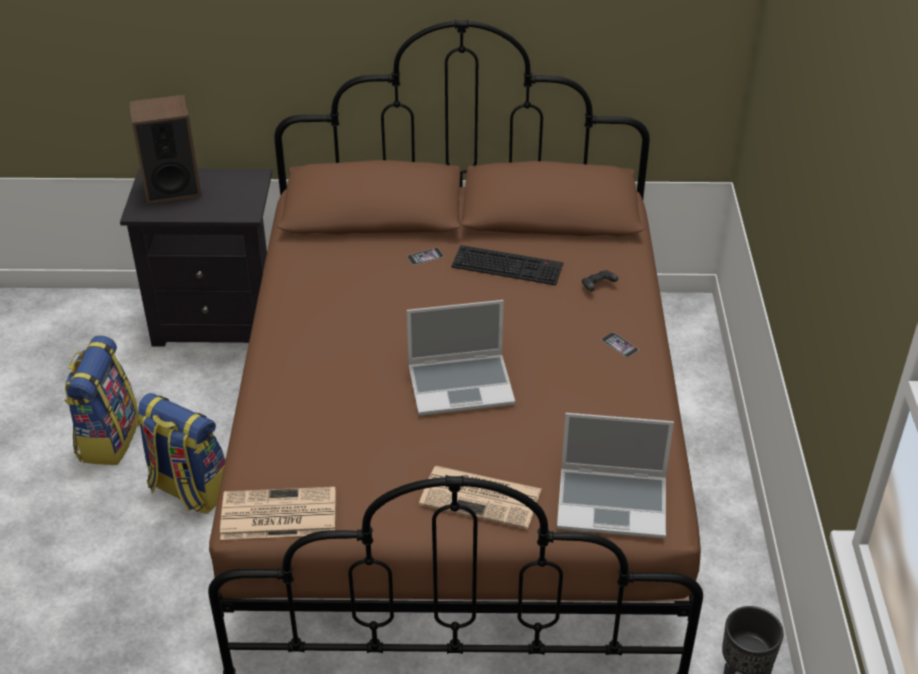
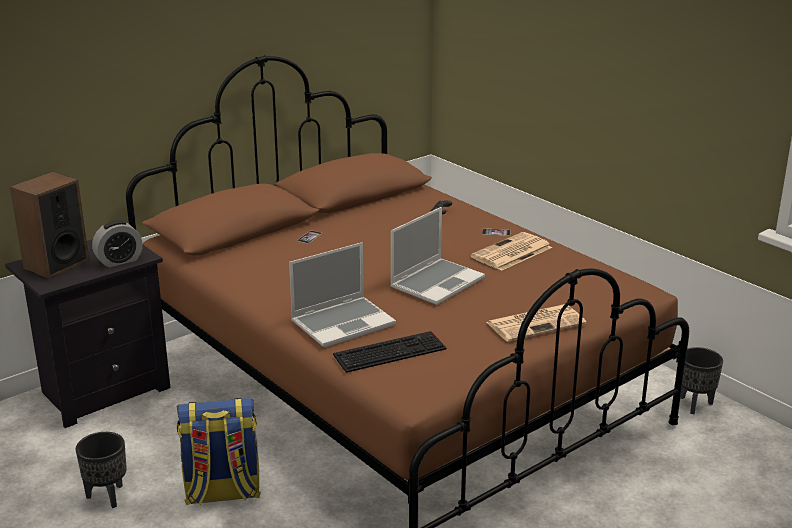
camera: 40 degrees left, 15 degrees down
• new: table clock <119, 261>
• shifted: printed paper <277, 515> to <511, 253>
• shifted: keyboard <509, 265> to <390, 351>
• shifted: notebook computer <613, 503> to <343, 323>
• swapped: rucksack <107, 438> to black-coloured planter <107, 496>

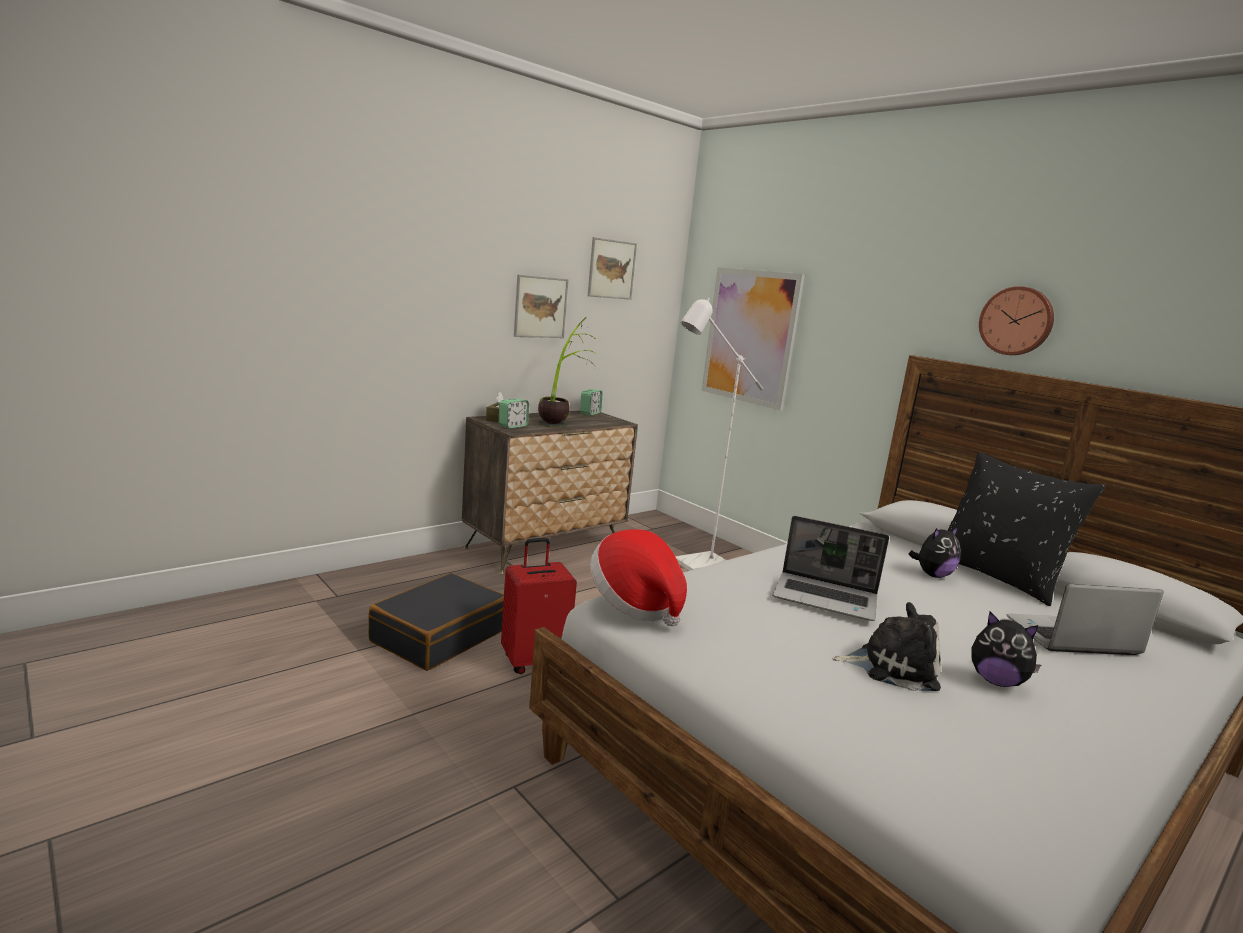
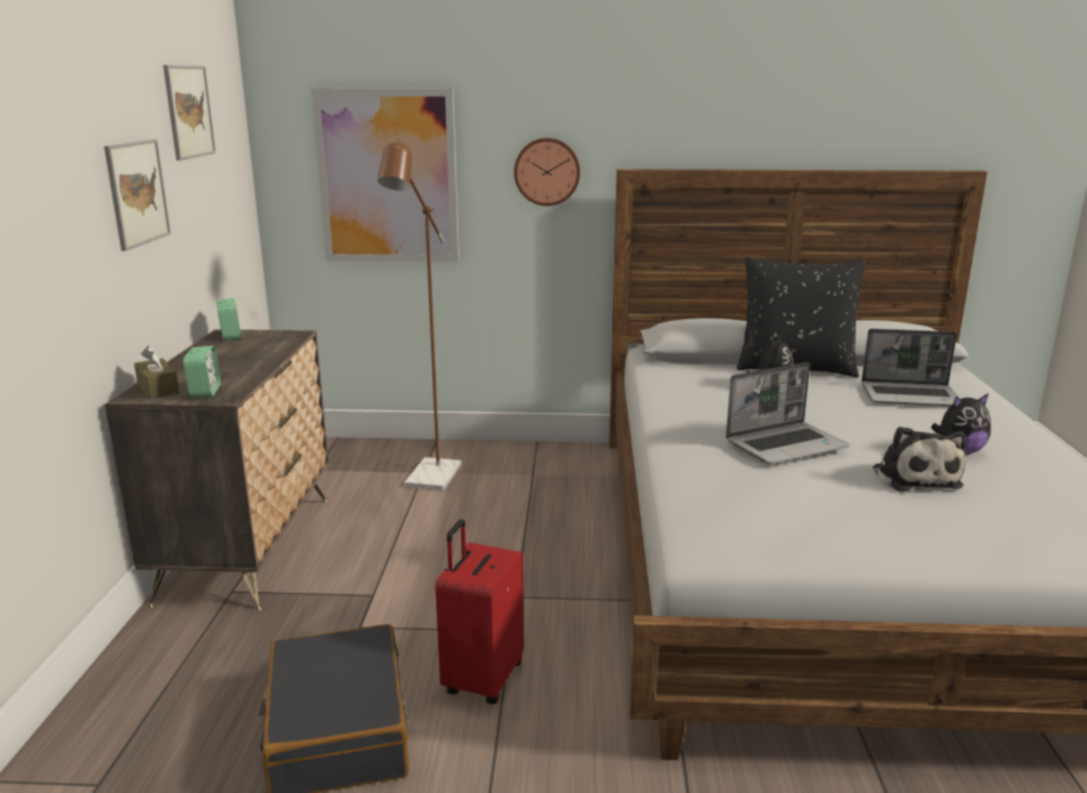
camera: 45 degrees left, 5 degrees up
• gone: houseplant <562, 421>
• gone: wearable hat <635, 603>
• shifted: hanging clock <1016, 321> to <547, 171>
• repainted: whitish standing lamp <693, 564> to brownish standing lamp <429, 481>
• rotated: plush toy <892, 667> = <914, 477> 120 degrees clockwise
• rotated: notebook computer <1071, 638> = <911, 396> 120 degrees counterclockwise

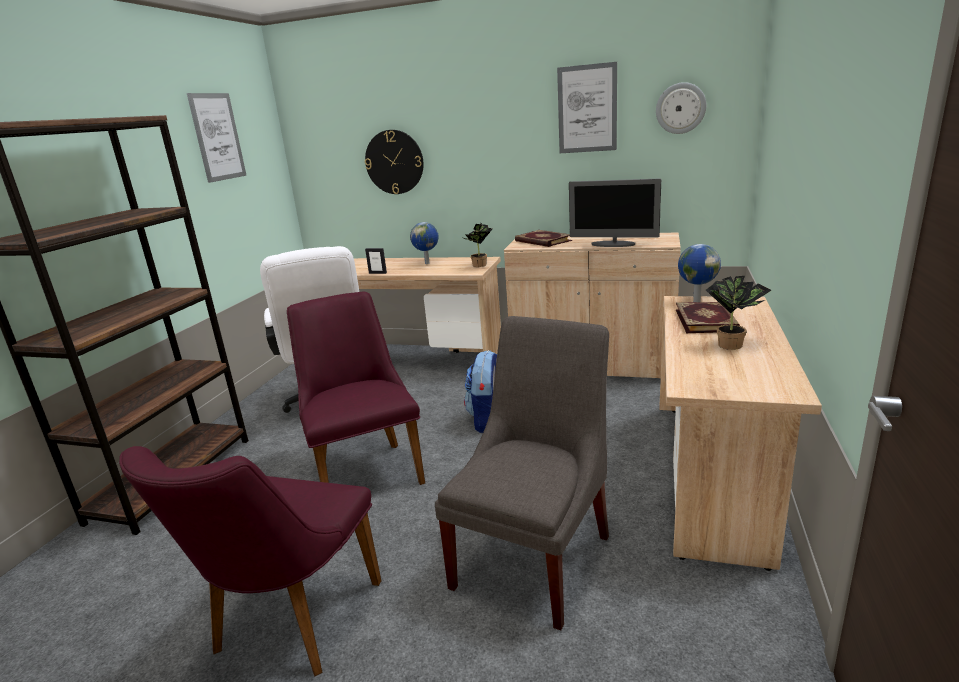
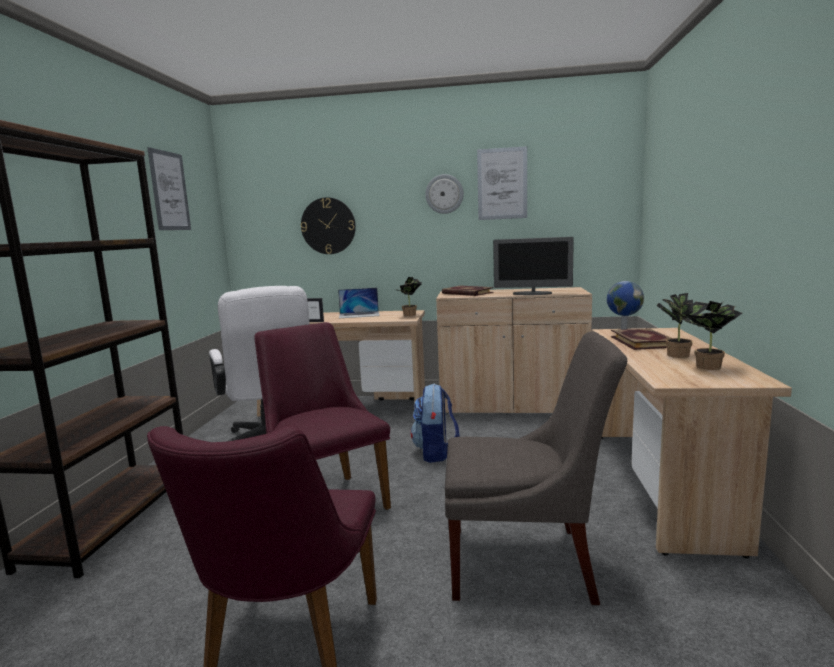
camera: 10 degrees left, 10 degrees down
• new: houseplant <708, 368>
• shifted: hanging clock <680, 108> to <444, 194>
• swapped: globe <427, 263> to notebook computer <359, 315>
• rotated: gray upright chair <536, 556> = <527, 563> 75 degrees clockwise

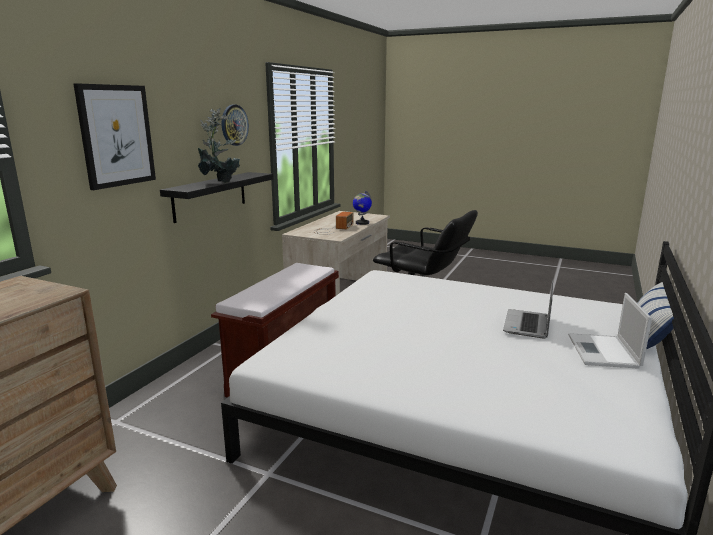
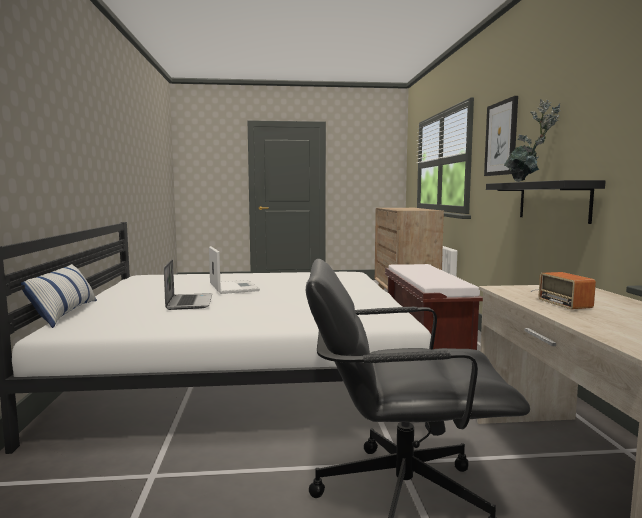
camera: 150 degrees right, 10 degrees down
• gone: hanging clock <234, 125>
• gone: globe <362, 223>
• shifted: notebook computer <603, 352> to <233, 287>

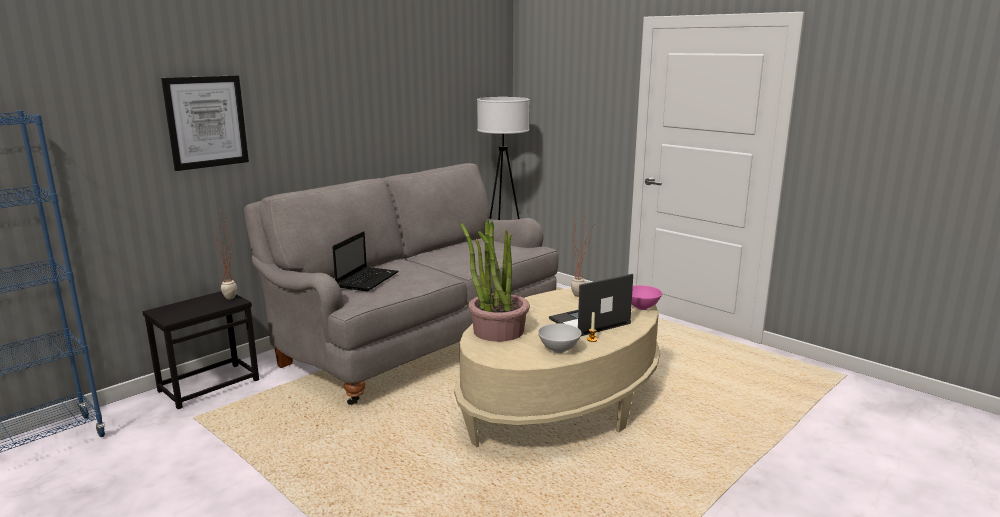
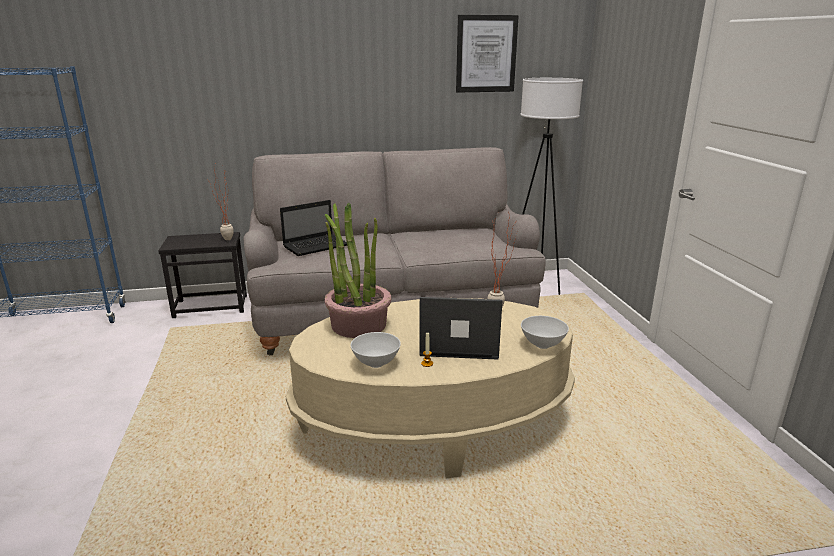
camera: 35 degrees right, 5 degrees up
• shifted: wall picture <206, 122> to <486, 54>
• repainted: pink bowl <641, 307> to whitish bowl <542, 345>

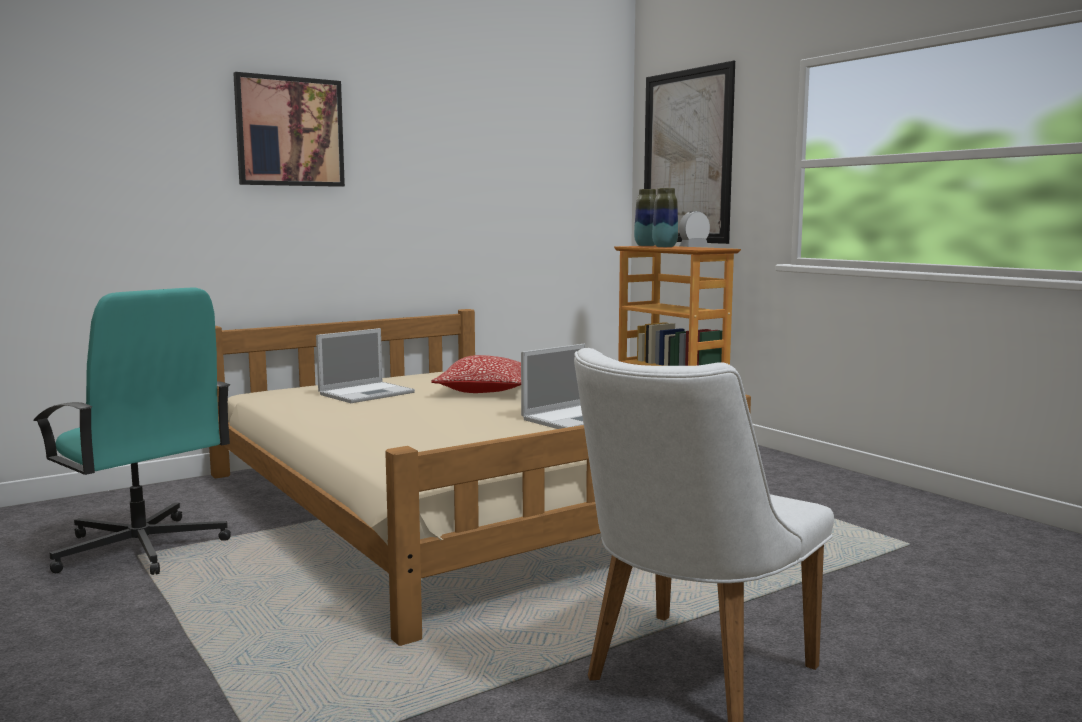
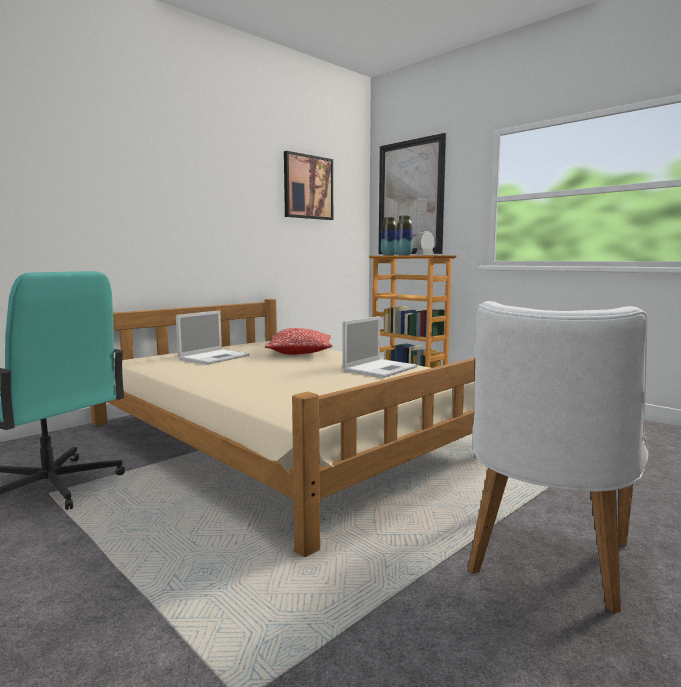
camera: 10 degrees left, 0 degrees up
• shifted: wall picture <289, 132> to <308, 187>

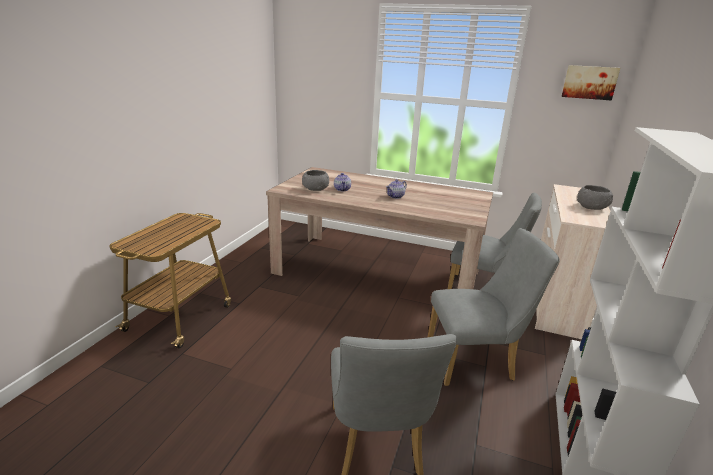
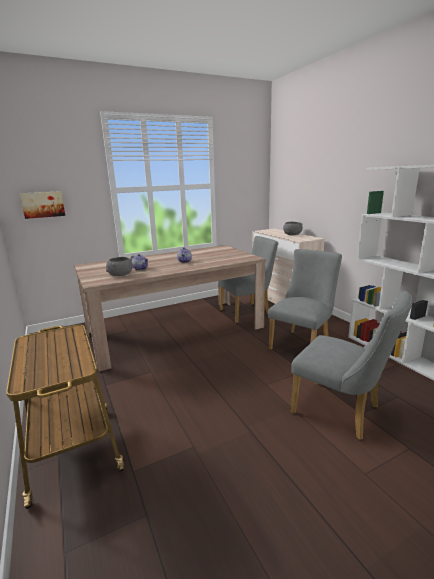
camera: 45 degrees left, 5 degrees down
• shifted: wall picture <589, 82> to <43, 204>

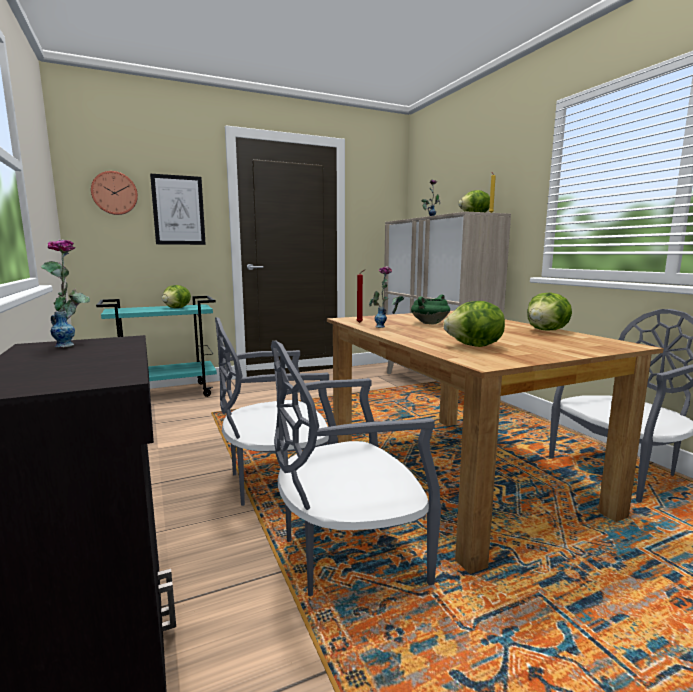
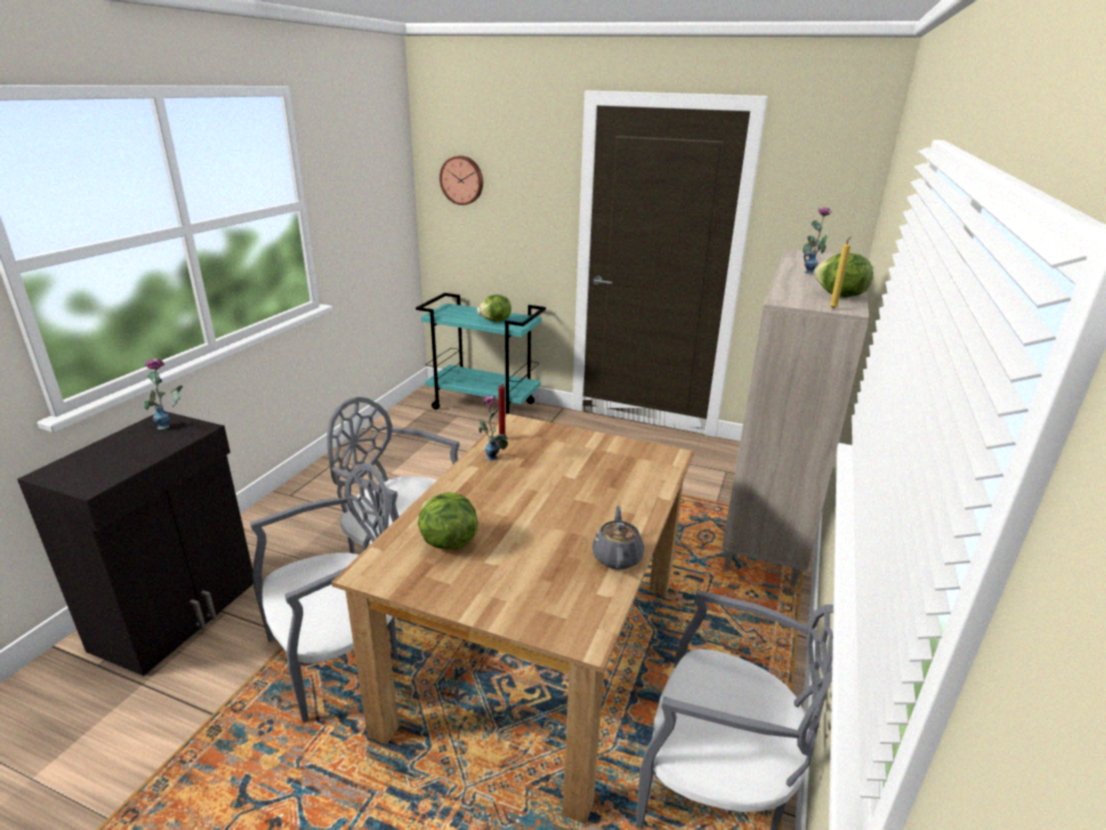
camera: 45 degrees right, 15 degrees up
• gone: wall picture <178, 210>
• gone: green-coloured cooking pot <430, 323>
• swapped: lettuce head <547, 330> to gray teapot <617, 556>
• rotated: gray upright chair <348, 554> = <338, 656> 120 degrees clockwise

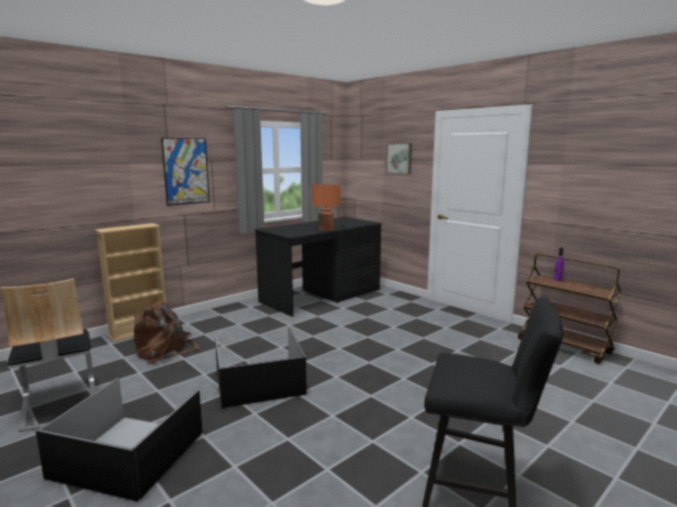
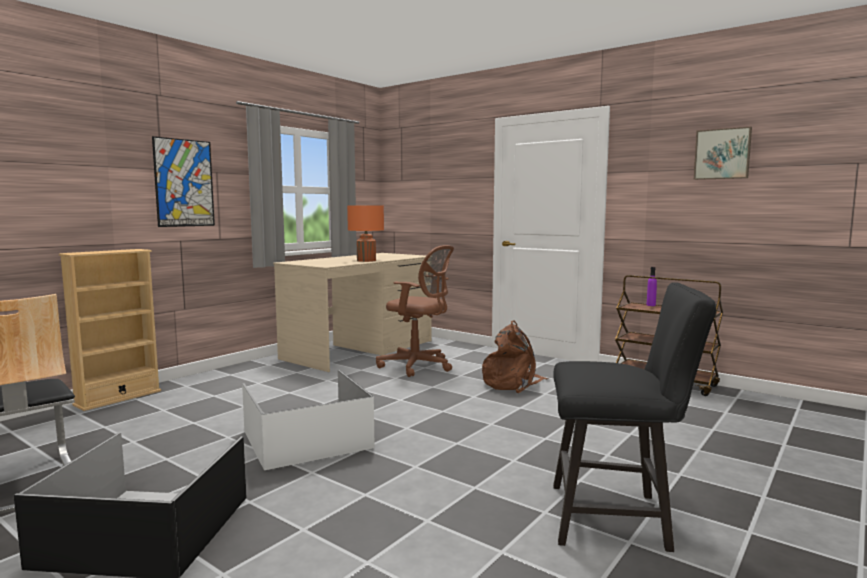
camera: 10 degrees left, 5 degrees down
• new: brownish computer chair <418, 366>
• shifted: brownish rucksack <165, 351> to <513, 383>
• shifted: wall picture <399, 158> to <722, 154>
• repainted: black-coloured storage container <260, 381> to whitish storage container <308, 439>
• repainted: black-coloured desk <322, 295> to sand-coloured desk <360, 349>

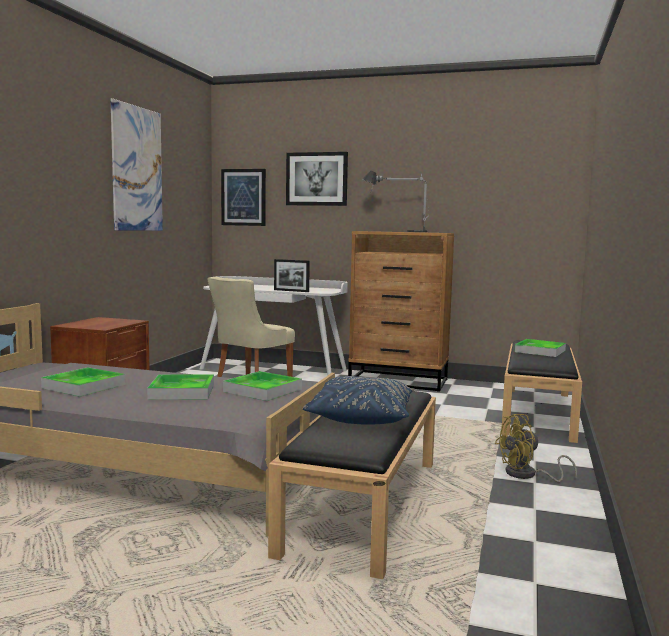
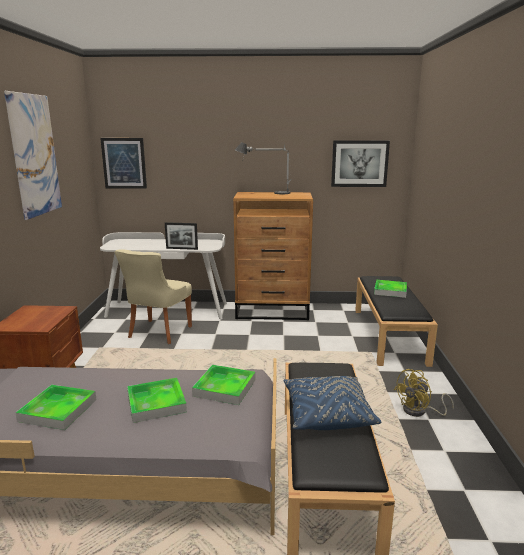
camera: 15 degrees left, 10 degrees up
• shifted: wall picture <316, 179> to <359, 163>

